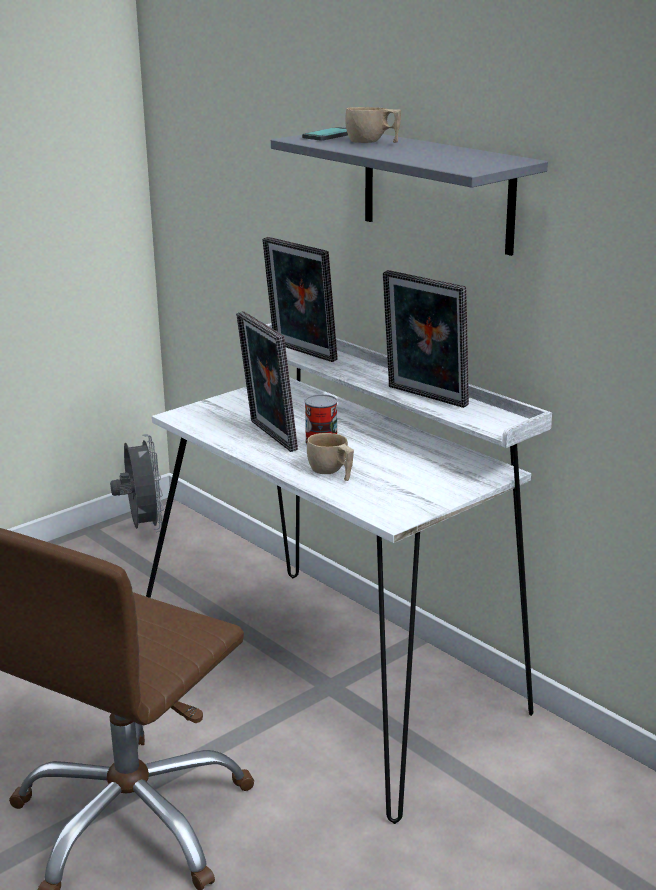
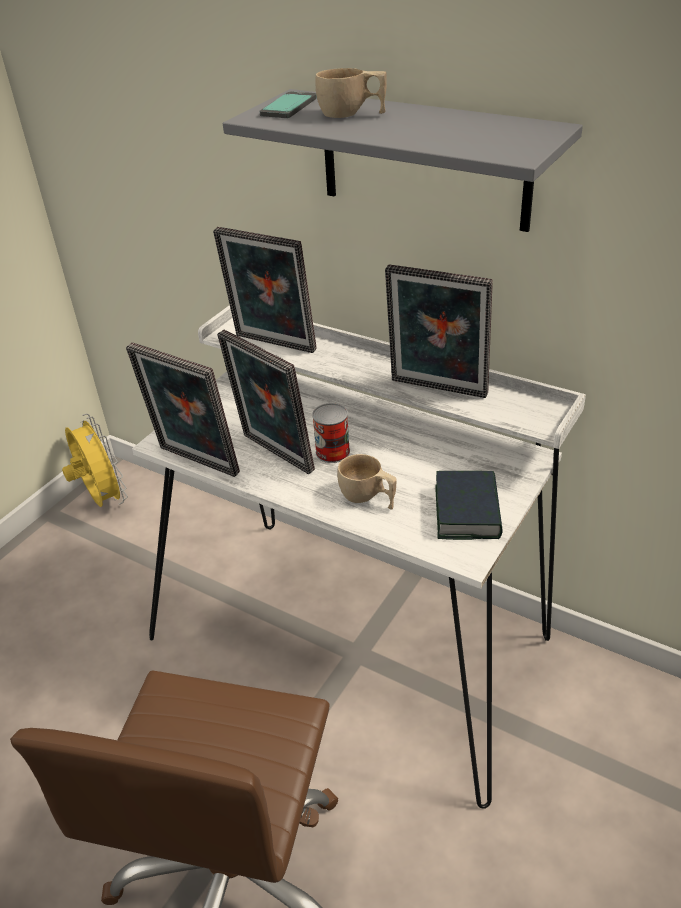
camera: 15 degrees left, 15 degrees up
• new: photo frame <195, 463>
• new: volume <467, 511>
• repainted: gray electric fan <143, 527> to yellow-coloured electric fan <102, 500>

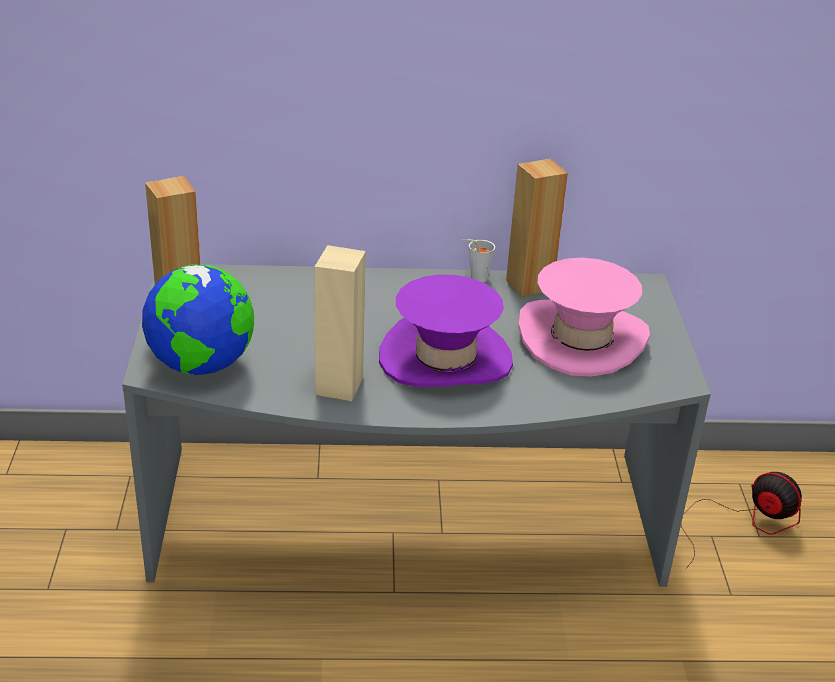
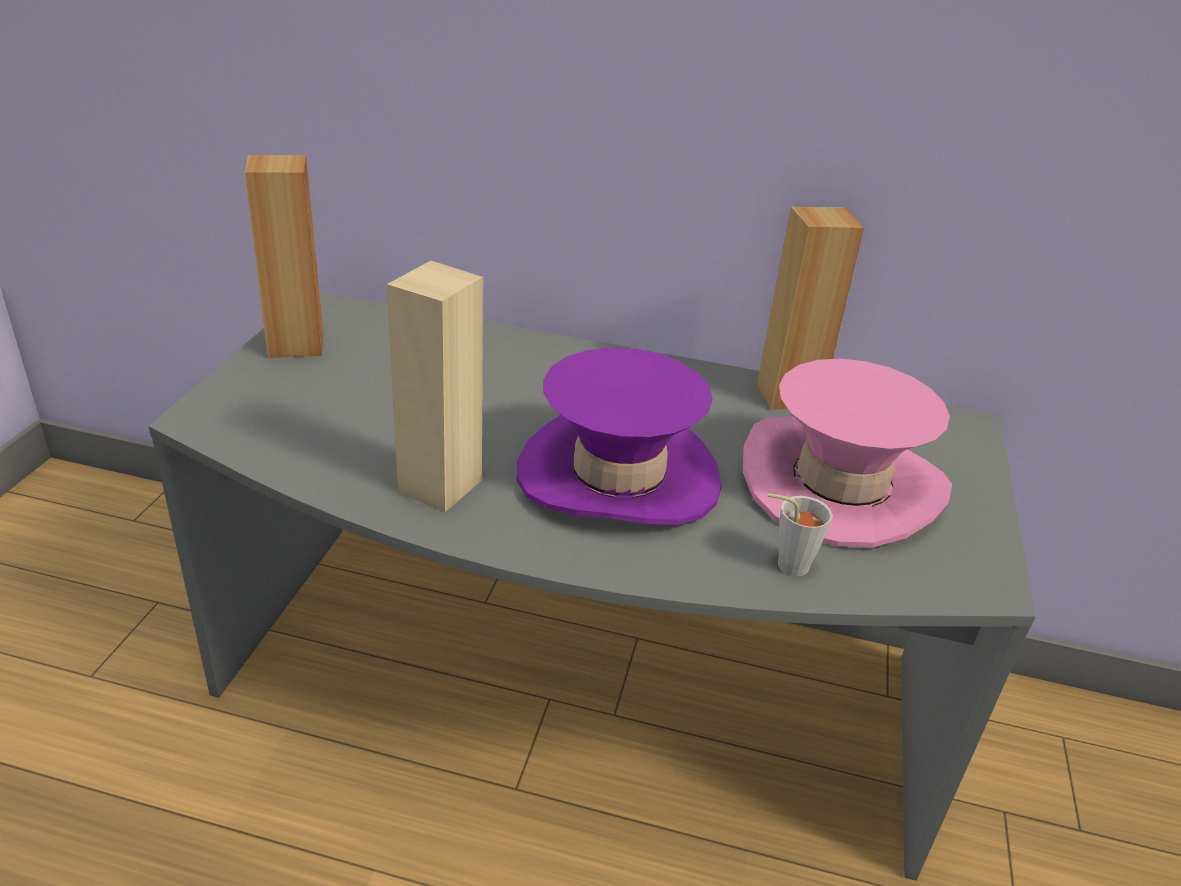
camera: 15 degrees right, 0 degrees up
• gone: globe <202, 365>
• gone: electric fan <744, 523>
• shifted: gray cup <475, 278> to <785, 564>

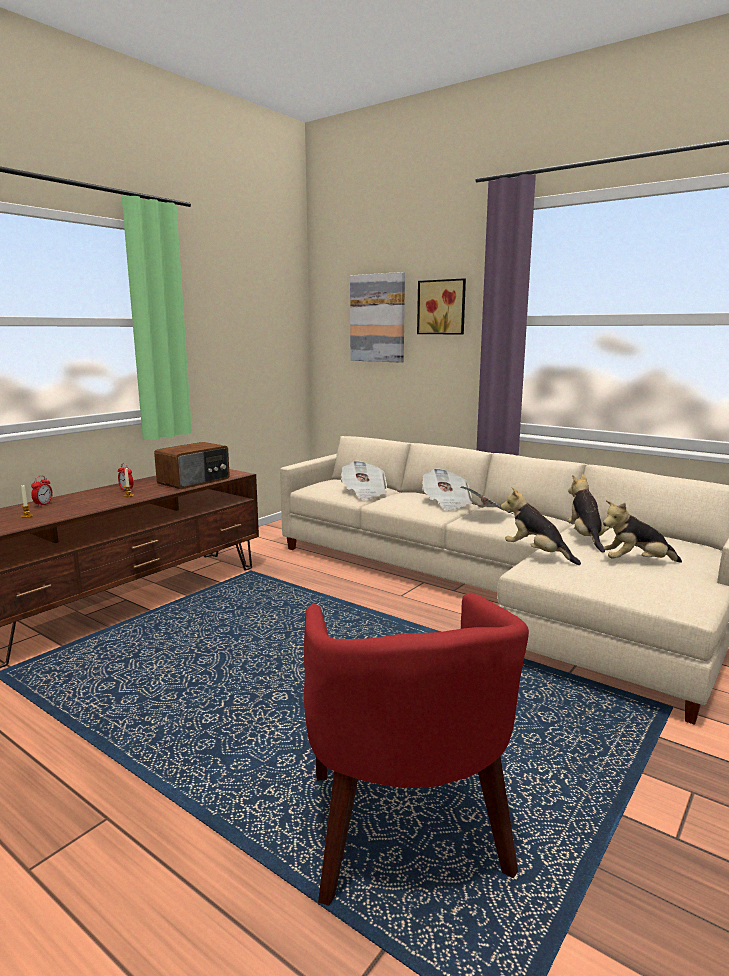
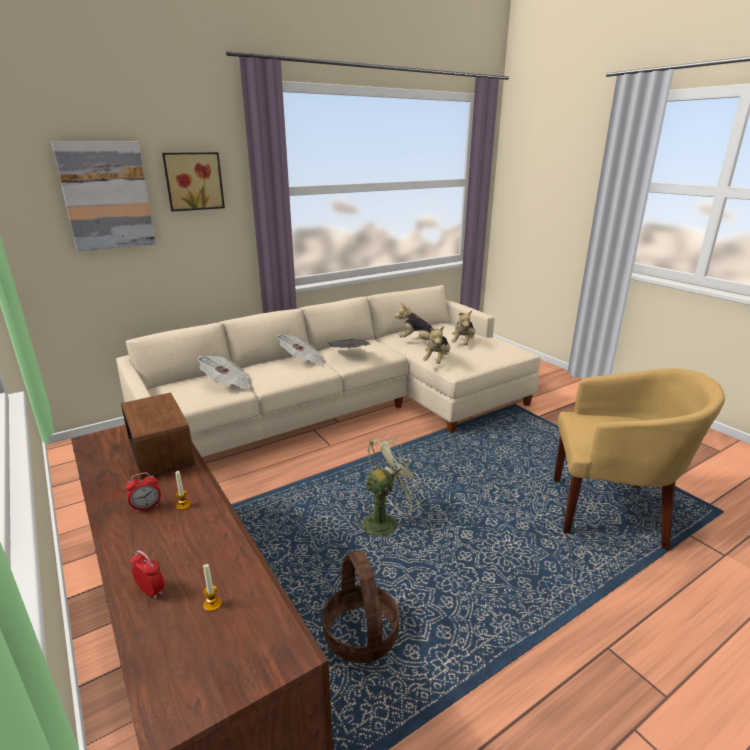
camera: 70 degrees left, 10 degrees up
• new: household basket <360, 634>
• new: green-coloured electric fan <386, 521>
• repainted: red armchair <403, 832> to yellow-coloured armchair <611, 511>
• rotated: plush toy <536, 554> = <437, 361> 45 degrees counterclockwise

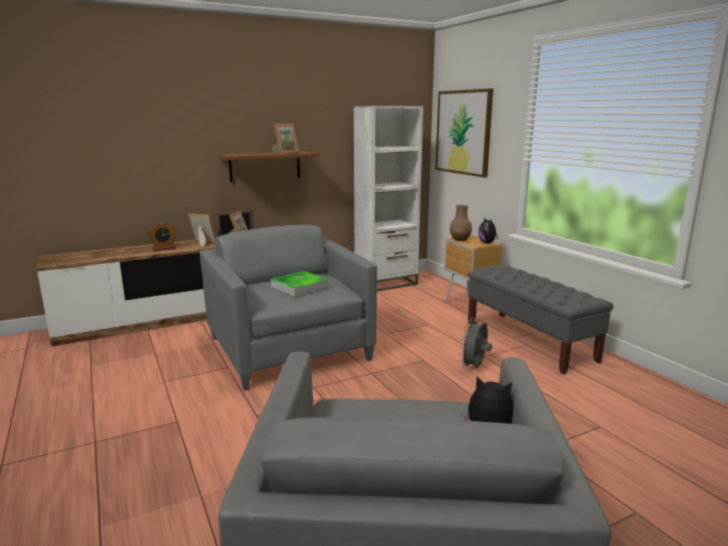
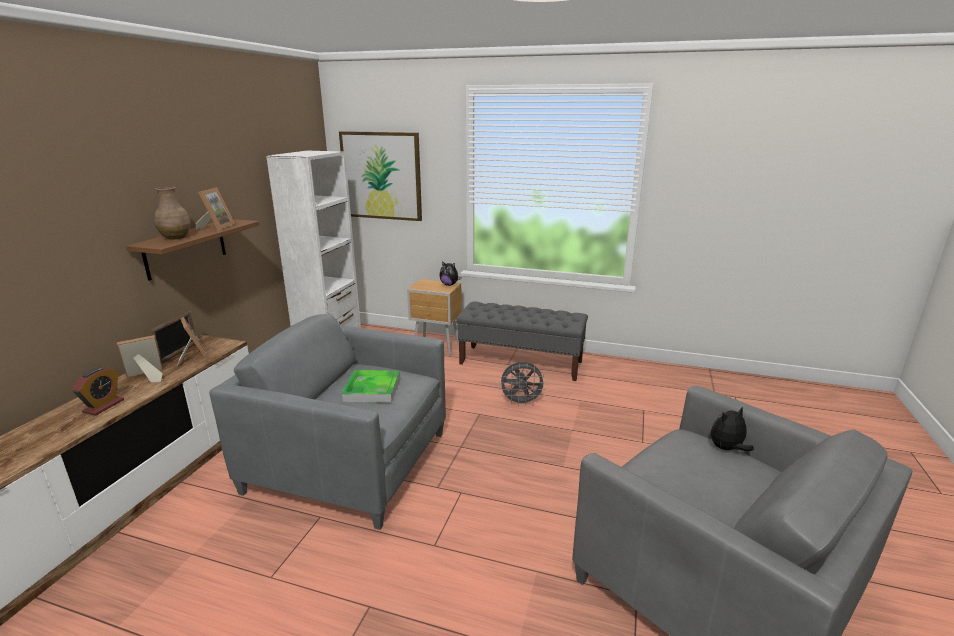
camera: 45 degrees left, 5 degrees up
• shifted: brownish flower vase <460, 239> to <176, 237>
• rotated: gray electric fan <474, 367> = <521, 402> 75 degrees counterclockwise

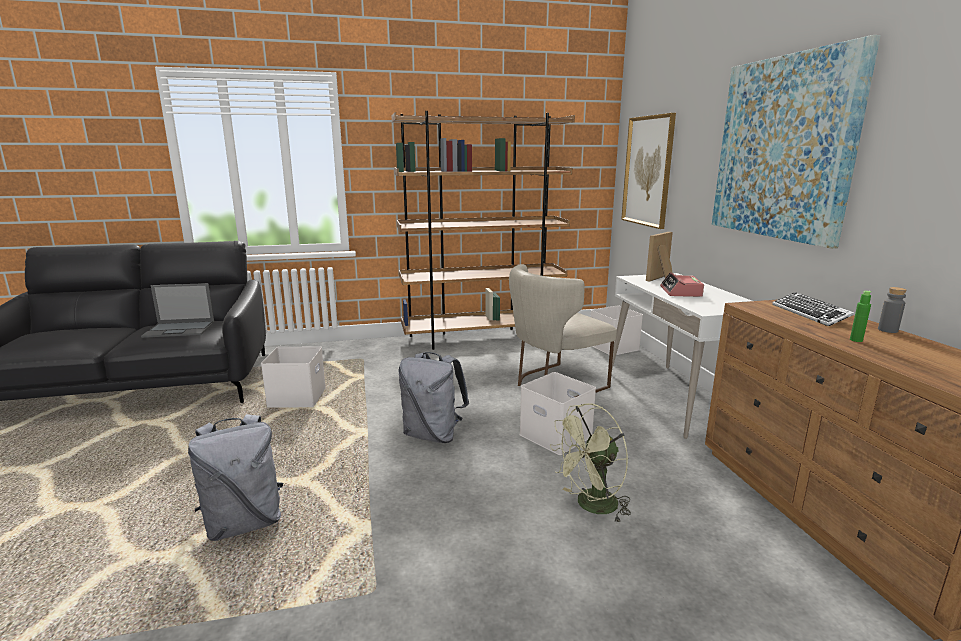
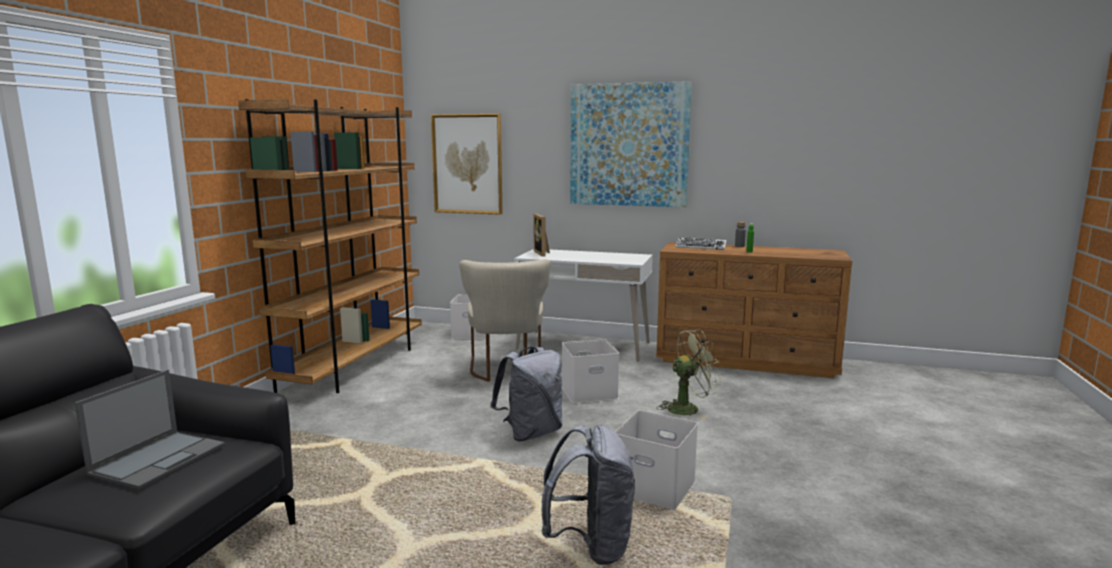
camera: 60 degrees left, 5 degrees down
• gone: table clock <681, 292>
• shifted: whitish storage container <298, 398> to <656, 487>
• rotated: green-coloured electric fan <591, 506> = <688, 408> 105 degrees counterclockwise

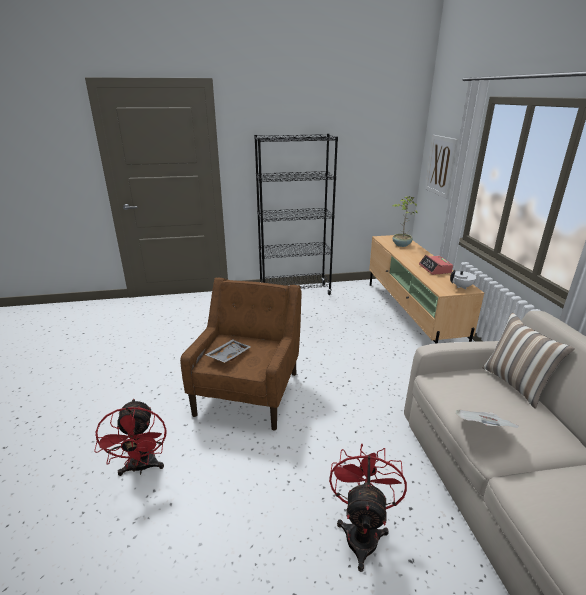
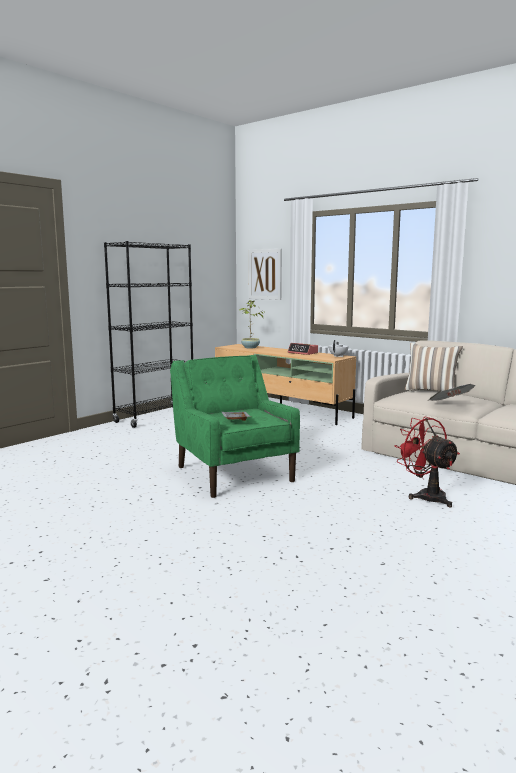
camera: 40 degrees left, 15 degrees down
• gone: red electric fan <141, 468>
• repainted: brownish armchair <249, 392> to green-coloured armchair <234, 473>

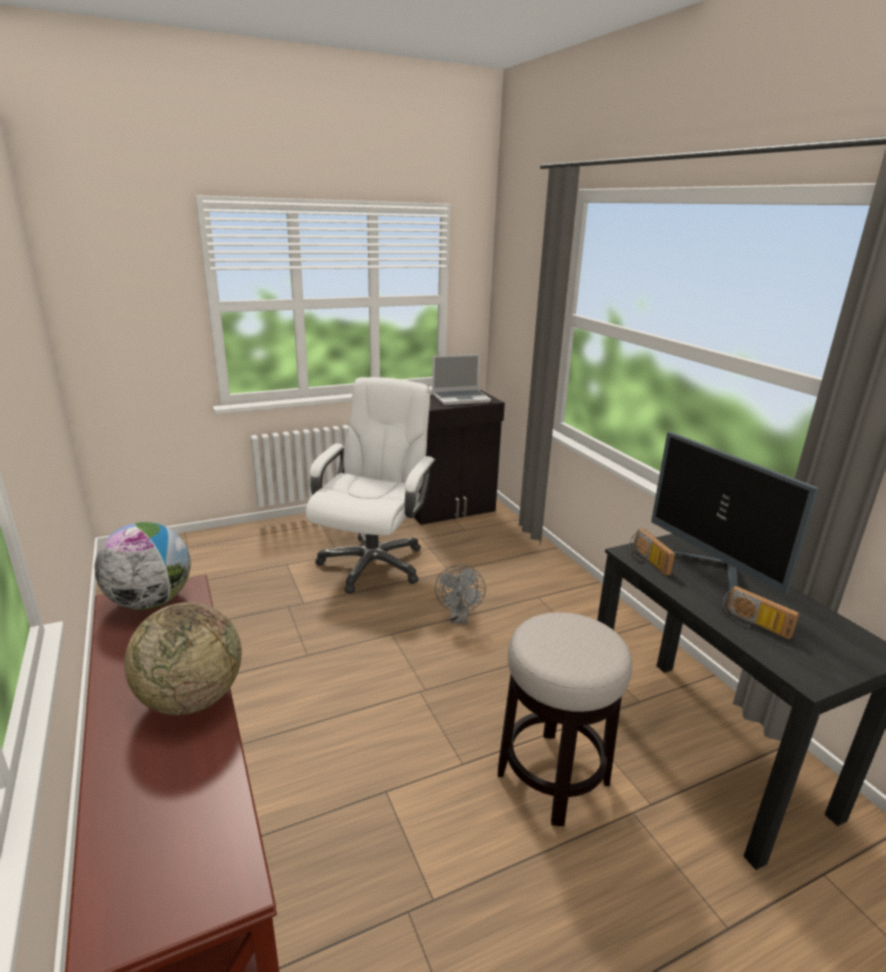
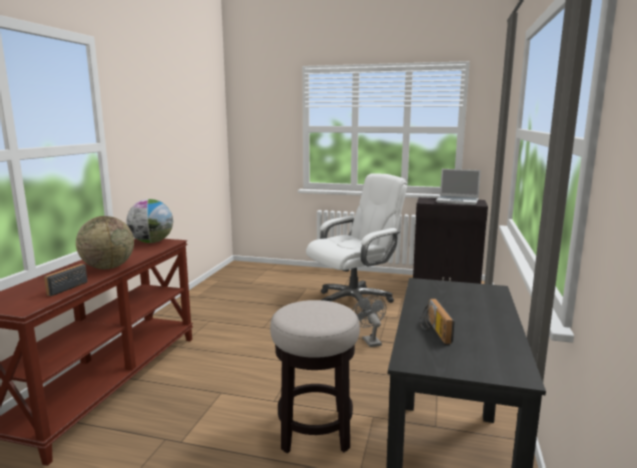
camera: 40 degrees right, 10 degrees down
• gone: computer screen <712, 572>
• shifted: radio receiver <646, 561> to <66, 287>
• rotated: gray electric fan <459, 618> = <369, 340> 120 degrees clockwise

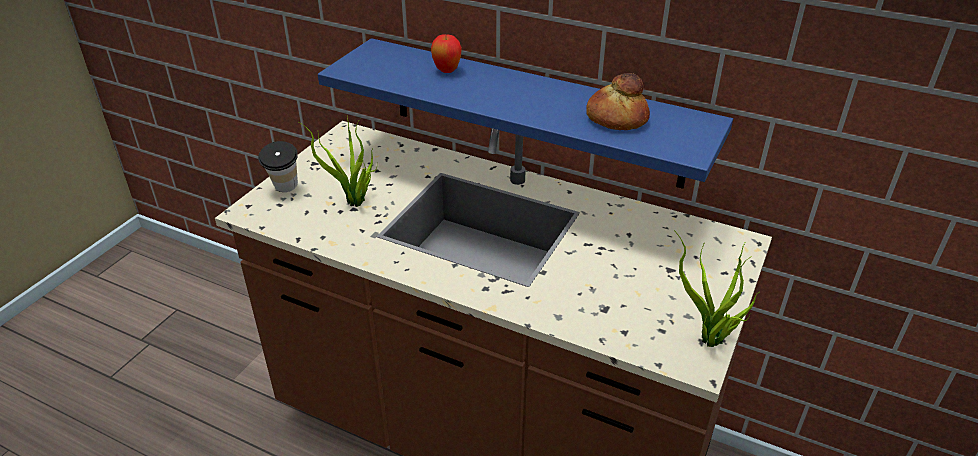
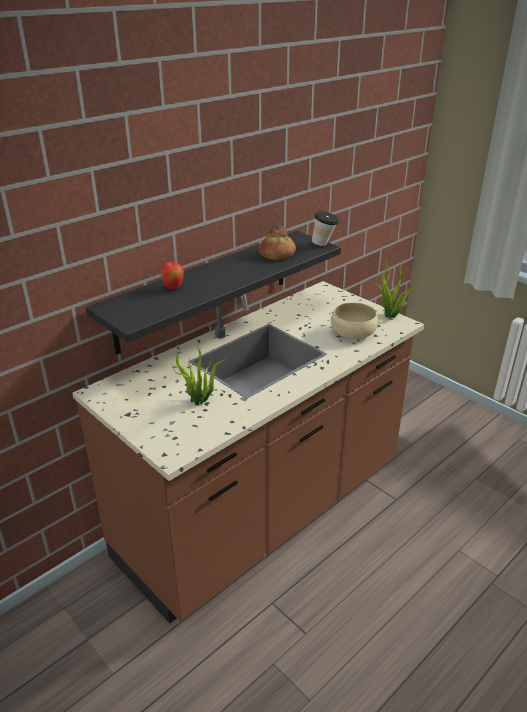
camera: 70 degrees left, 5 degrees down
• new: sand-coloured bowl <353, 332>
• shifted: cup <285, 190> to <324, 244>
• repainted: bluish shelf <534, 112> to black-coloured shelf <205, 290>

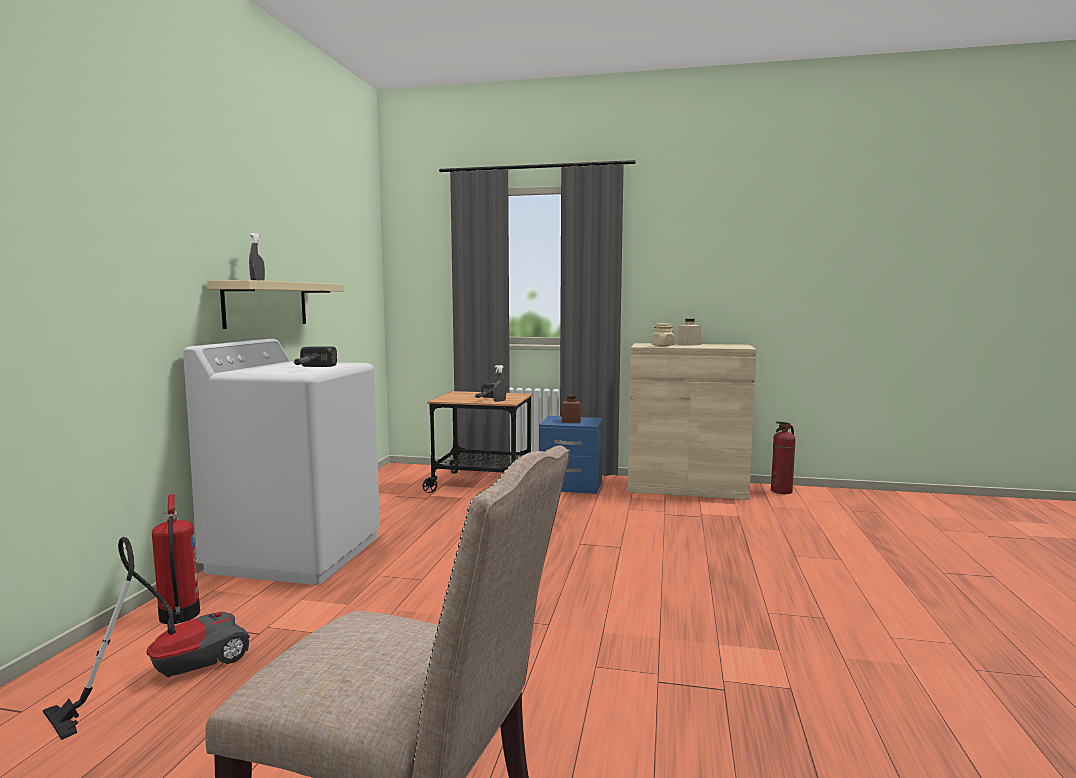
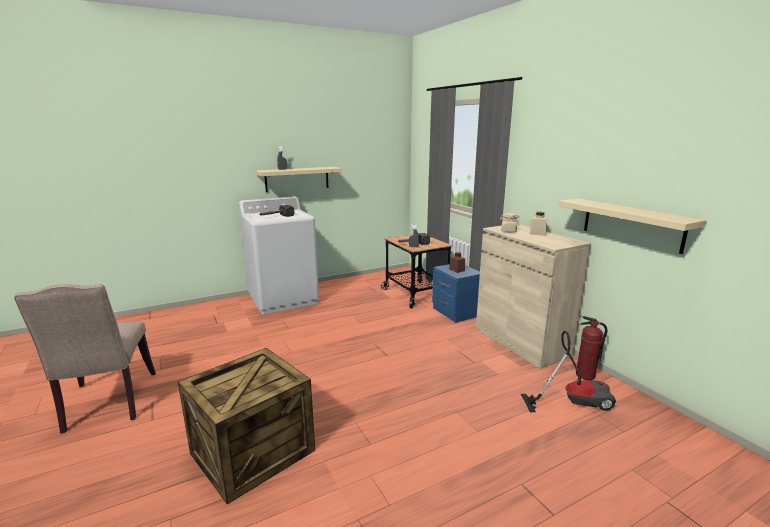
camera: 50 degrees right, 10 degrees up
• gone: extinguisher <178, 616>
• new: crate <252, 451>
• new: sand-coloured shelf <631, 224>
• shifted: vacuum <170, 672> to <573, 401>

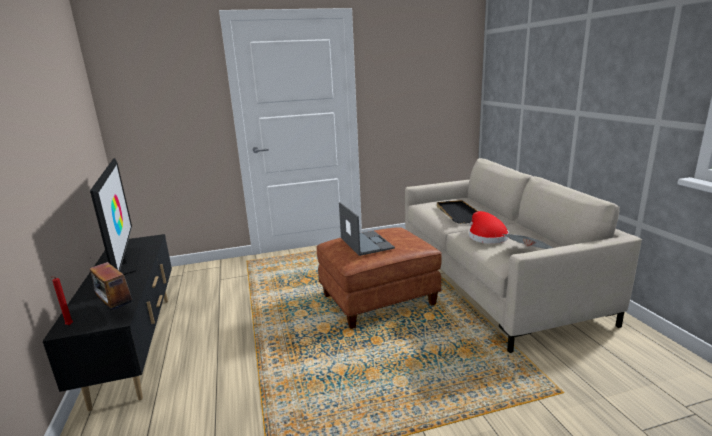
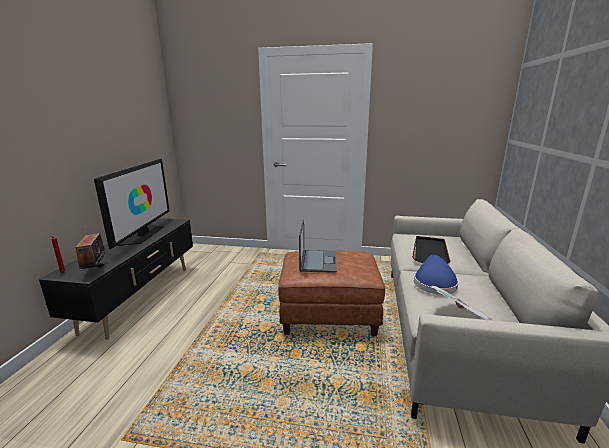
camera: 25 degrees right, 0 degrees up
• repainted: red wearable hat <486, 236> to bluish wearable hat <434, 283>

